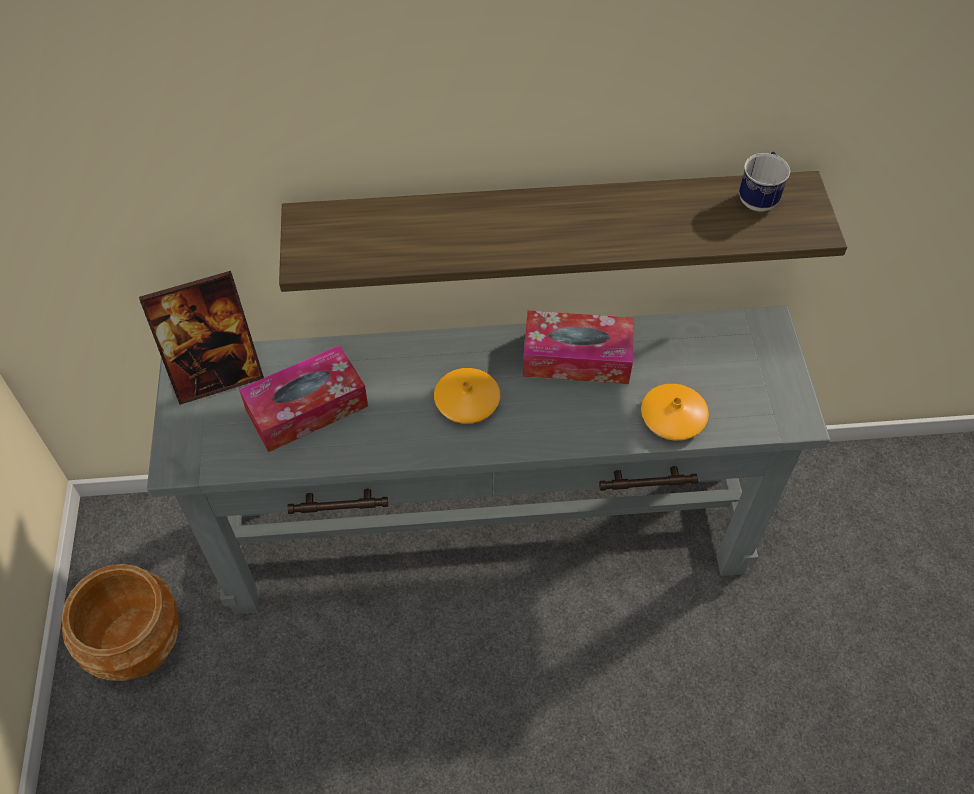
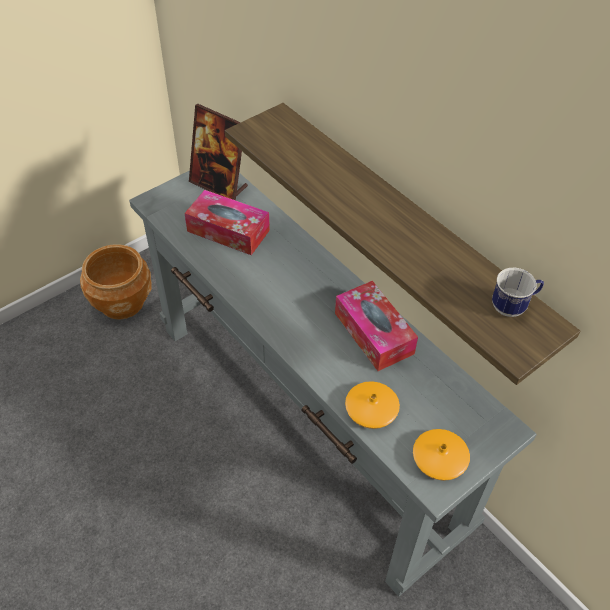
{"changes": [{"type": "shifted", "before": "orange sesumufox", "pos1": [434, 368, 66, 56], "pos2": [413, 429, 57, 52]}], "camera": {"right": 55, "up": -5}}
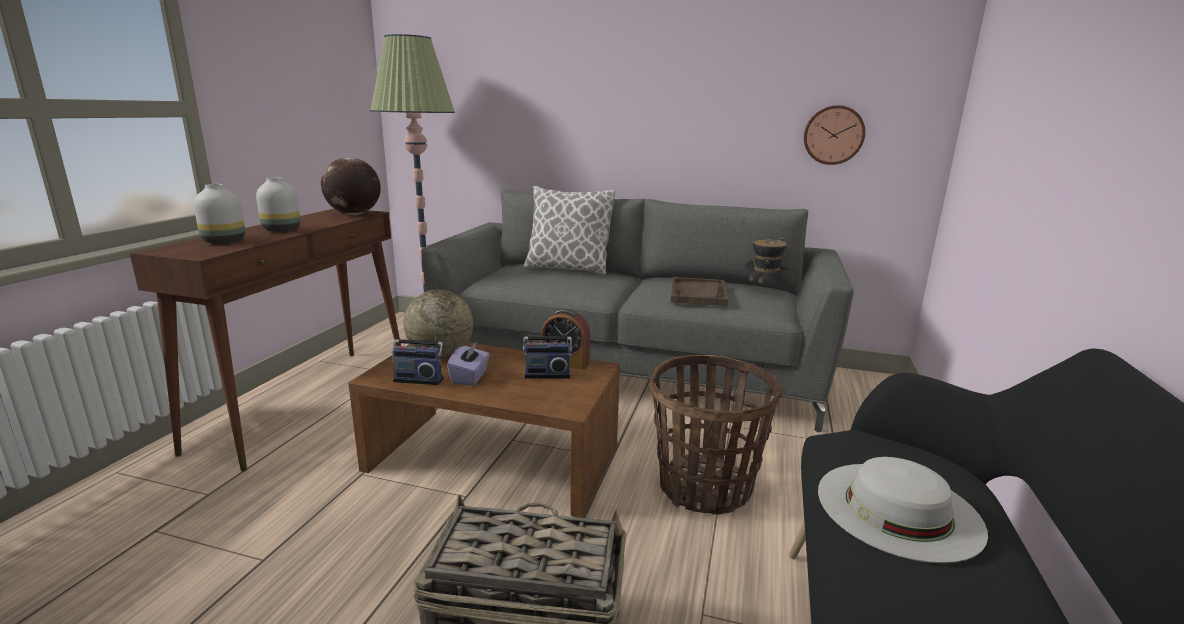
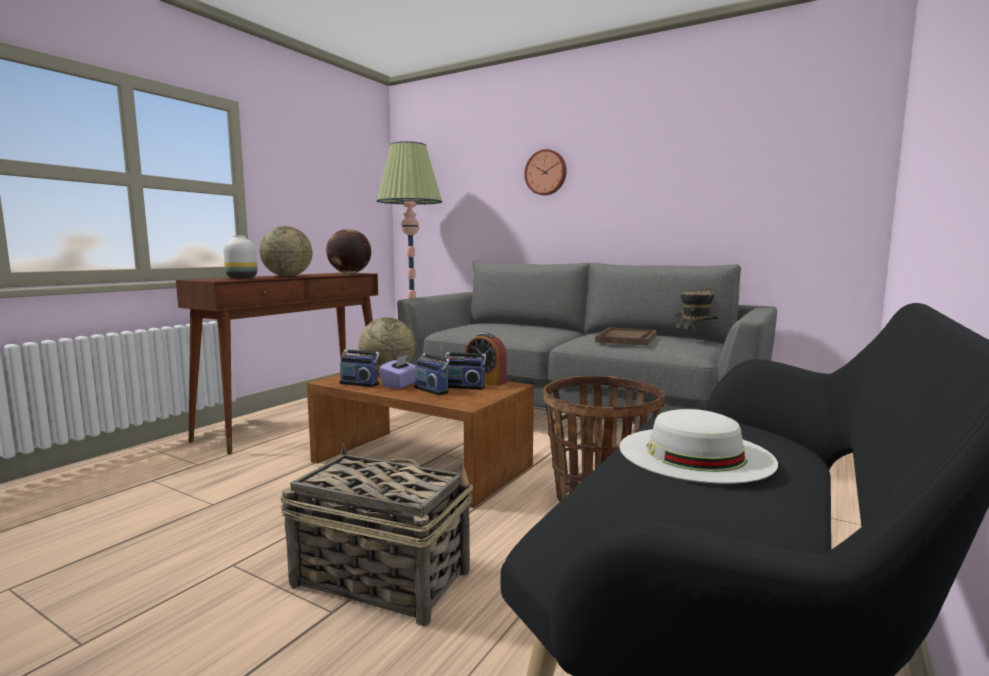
{"changes": [{"type": "swapped", "before": "white sesumufox", "after": "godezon", "pos1": [256, 177, 45, 55], "pos2": [259, 226, 53, 50]}, {"type": "new", "after": "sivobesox", "pos2": [414, 340, 36, 55]}, {"type": "shifted", "before": "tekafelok", "pos1": [804, 105, 61, 60], "pos2": [524, 149, 43, 46]}, {"type": "gone", "before": "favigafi", "pos1": [523, 186, 92, 89]}], "camera": {"right": 15, "up": -10}}
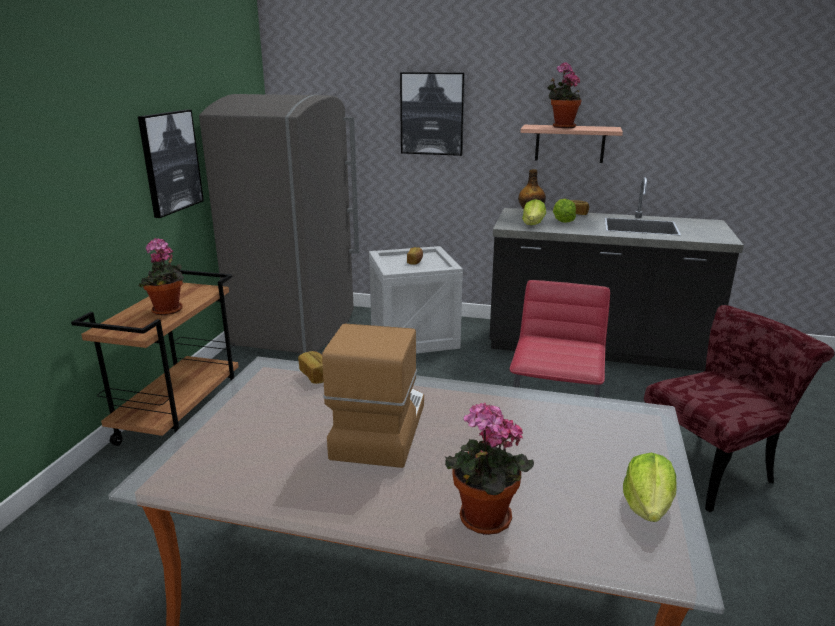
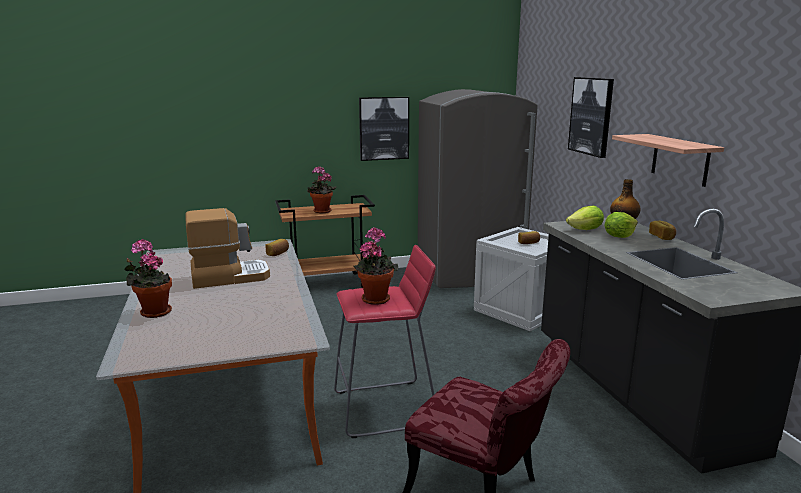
{"changes": [{"type": "shifted", "before": "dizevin", "pos1": [548, 62, 34, 66], "pos2": [354, 227, 44, 78]}, {"type": "gone", "before": "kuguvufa", "pos1": [623, 453, 53, 69]}], "camera": {"right": 60, "up": -5}}
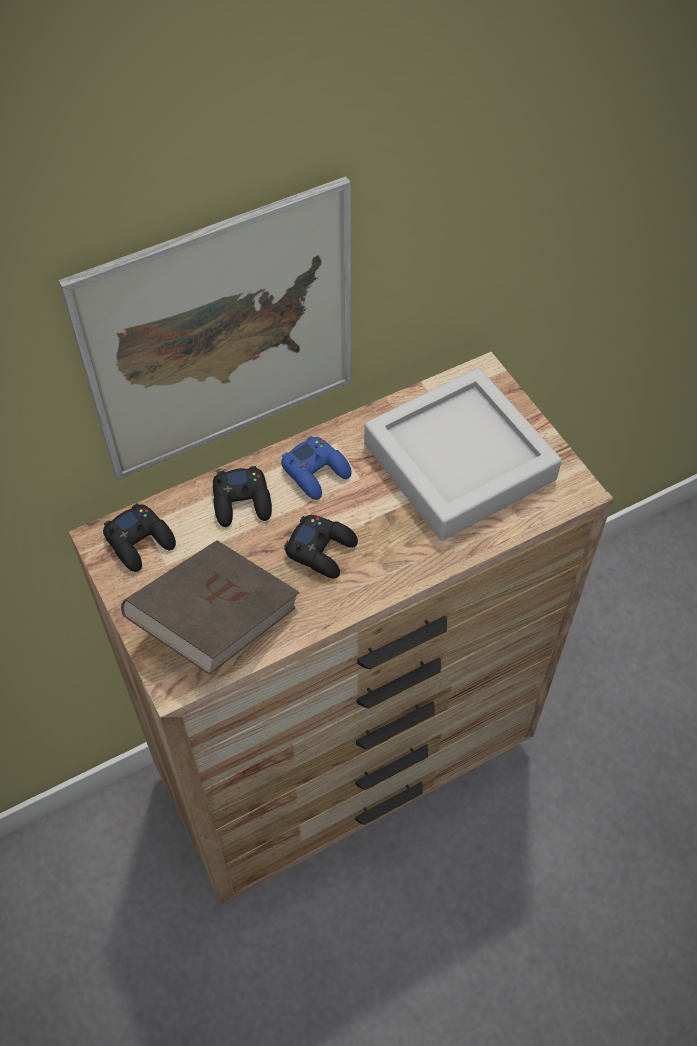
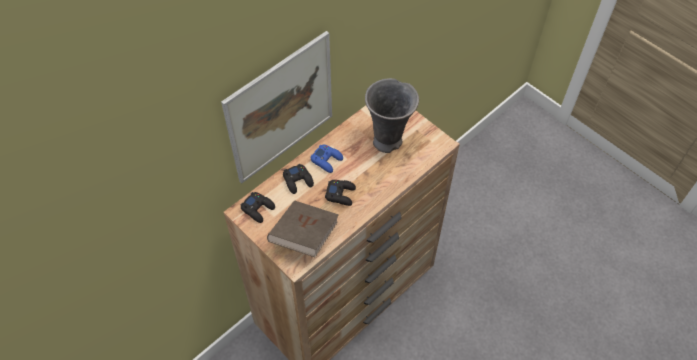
{"changes": [{"type": "swapped", "before": "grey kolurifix", "after": "grey sesumufox", "pos1": [364, 368, 198, 173], "pos2": [365, 78, 54, 75]}], "camera": {"right": -15, "up": 0}}
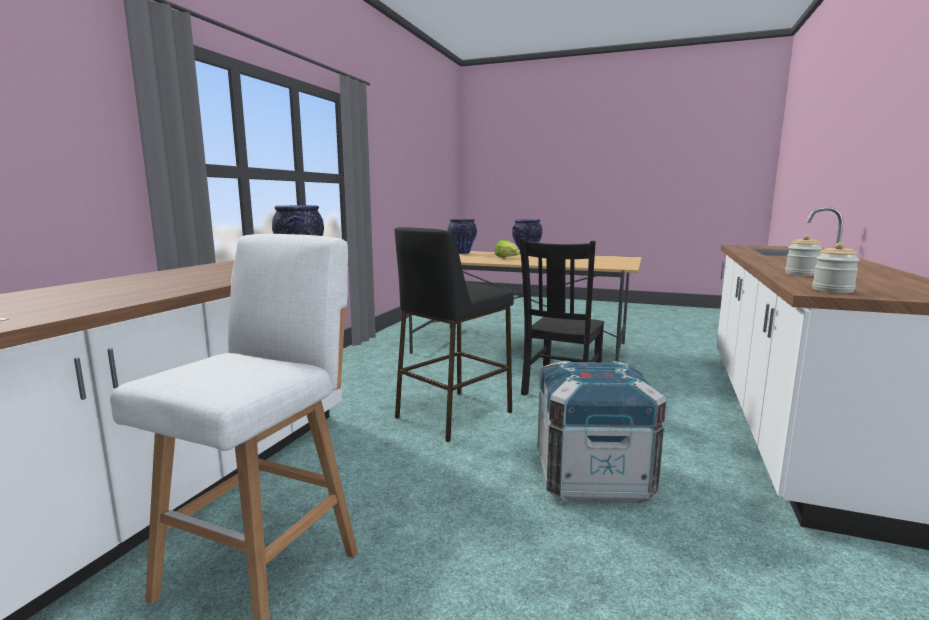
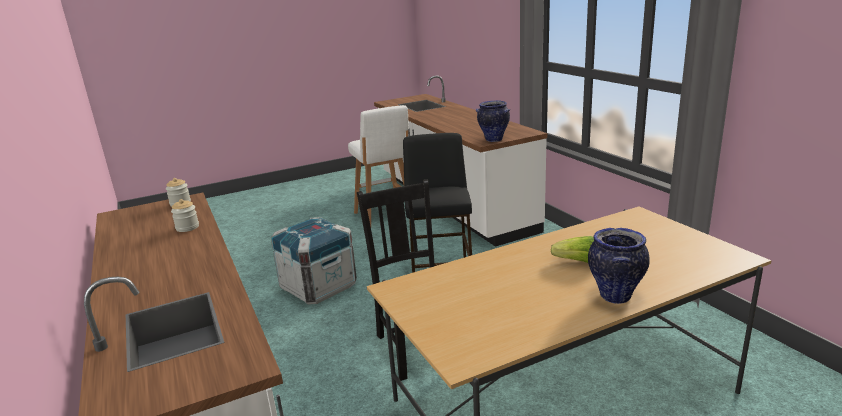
{"changes": [{"type": "gone", "before": "sesumufox", "pos1": [448, 219, 29, 35]}], "camera": {"right": 135, "up": 10}}
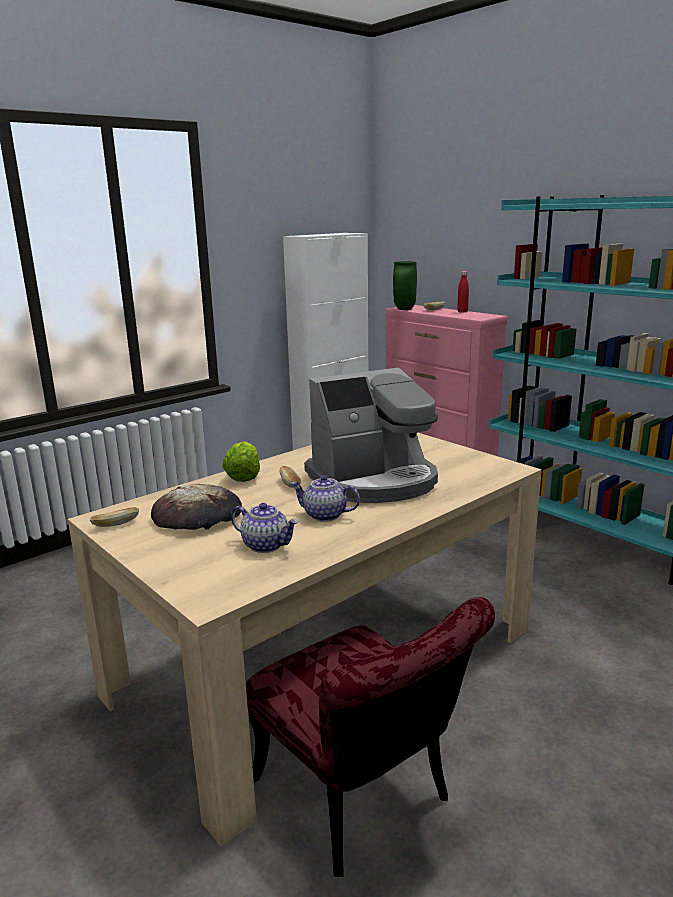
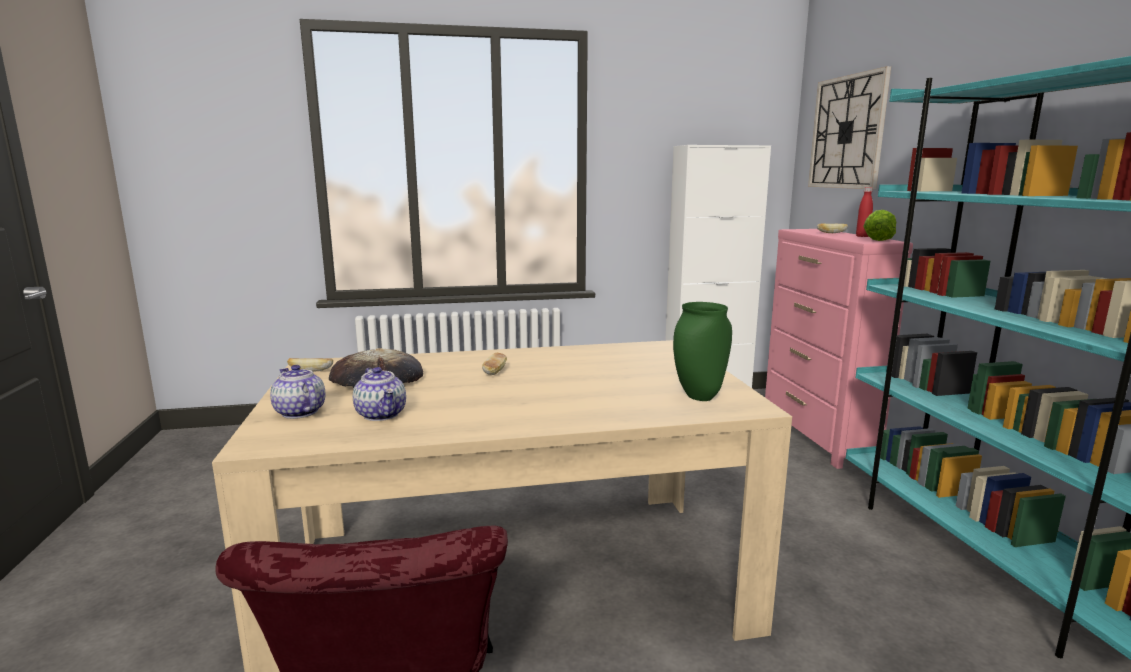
{"changes": [{"type": "shifted", "before": "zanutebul", "pos1": [290, 475, 70, 47], "pos2": [270, 365, 55, 54]}, {"type": "shifted", "before": "green sesumufox", "pos1": [393, 261, 24, 49], "pos2": [673, 302, 59, 99]}, {"type": "new", "after": "tekafelok", "pos2": [808, 66, 83, 123]}, {"type": "shifted", "before": "kuguvufa", "pos1": [222, 441, 38, 41], "pos2": [863, 210, 33, 31]}, {"type": "gone", "before": "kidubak", "pos1": [304, 368, 134, 135]}], "camera": {"right": 30, "up": -5}}
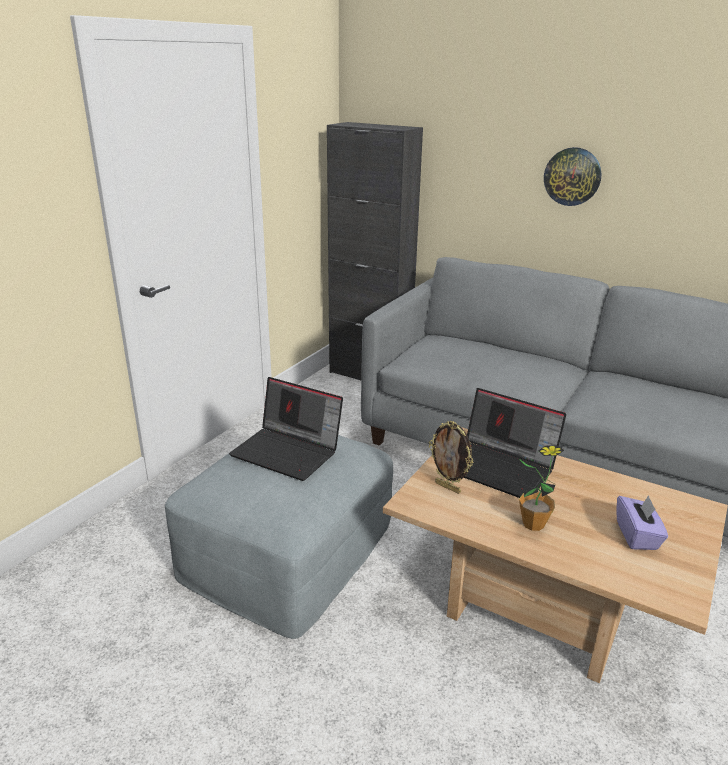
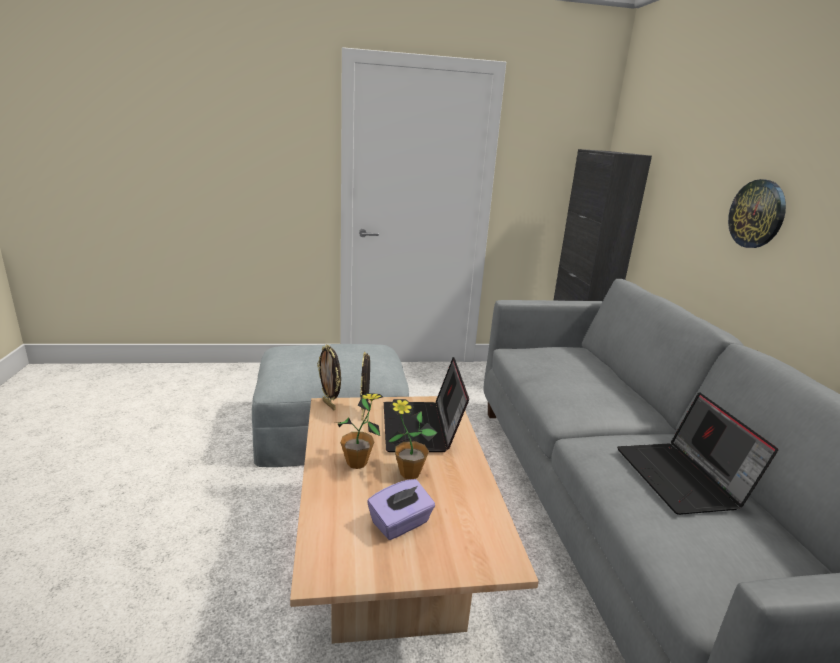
{"changes": [{"type": "new", "after": "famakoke", "pos2": [317, 344, 24, 66]}, {"type": "new", "after": "dizevin", "pos2": [388, 399, 49, 80]}, {"type": "shifted", "before": "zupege", "pos1": [229, 377, 114, 104], "pos2": [617, 392, 161, 123]}], "camera": {"right": 50, "up": -5}}
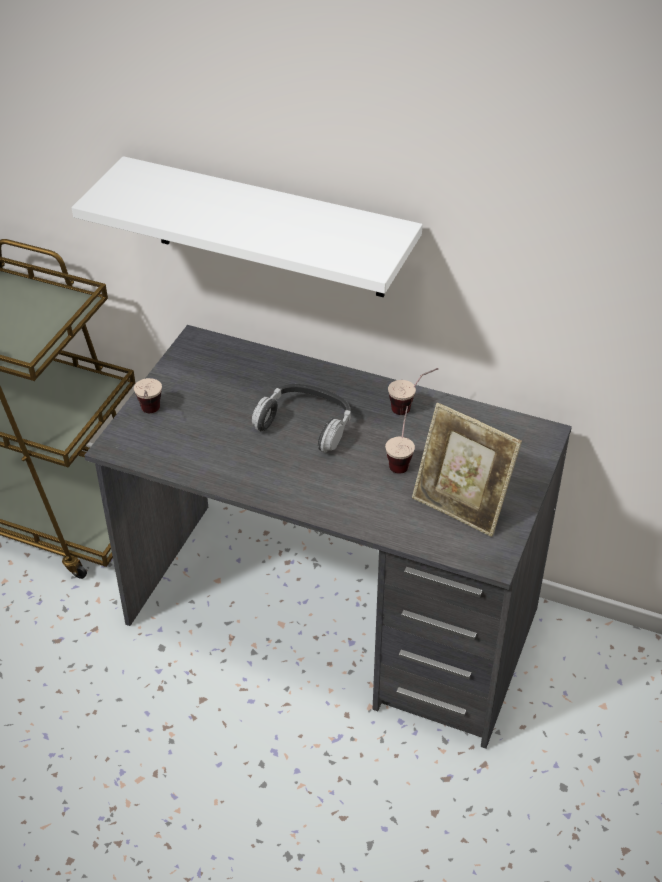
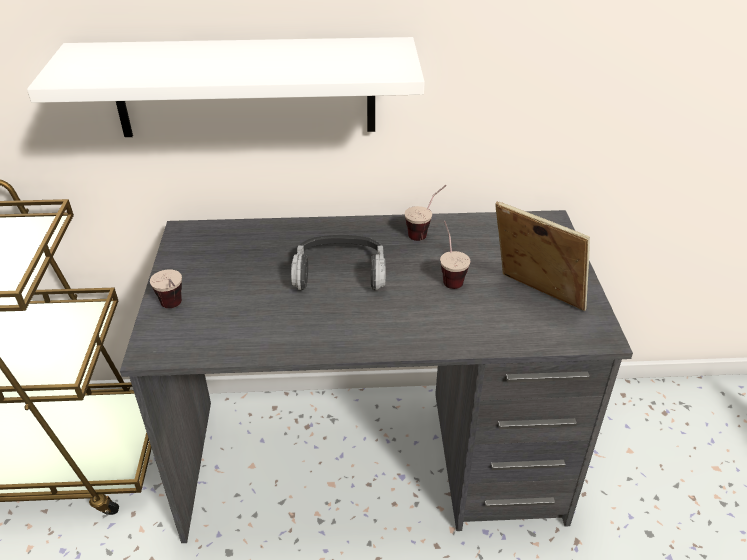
{"changes": [{"type": "rotated", "before": "famakoke", "pos1": [412, 403, 110, 134], "pos2": [495, 201, 95, 110], "turn": -150}], "camera": {"right": -25, "up": -5}}
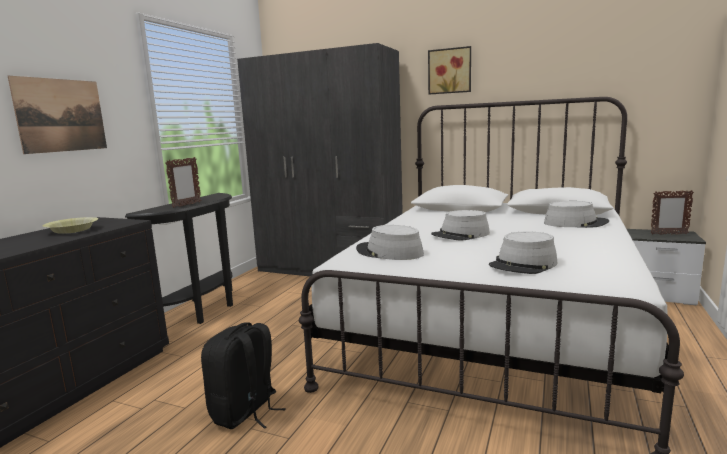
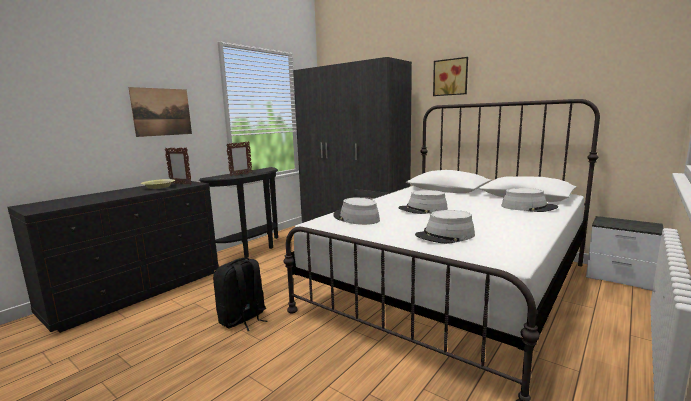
{"changes": [{"type": "shifted", "before": "famakoke", "pos1": [650, 190, 44, 45], "pos2": [165, 147, 26, 38]}], "camera": {"right": 15, "up": 0}}
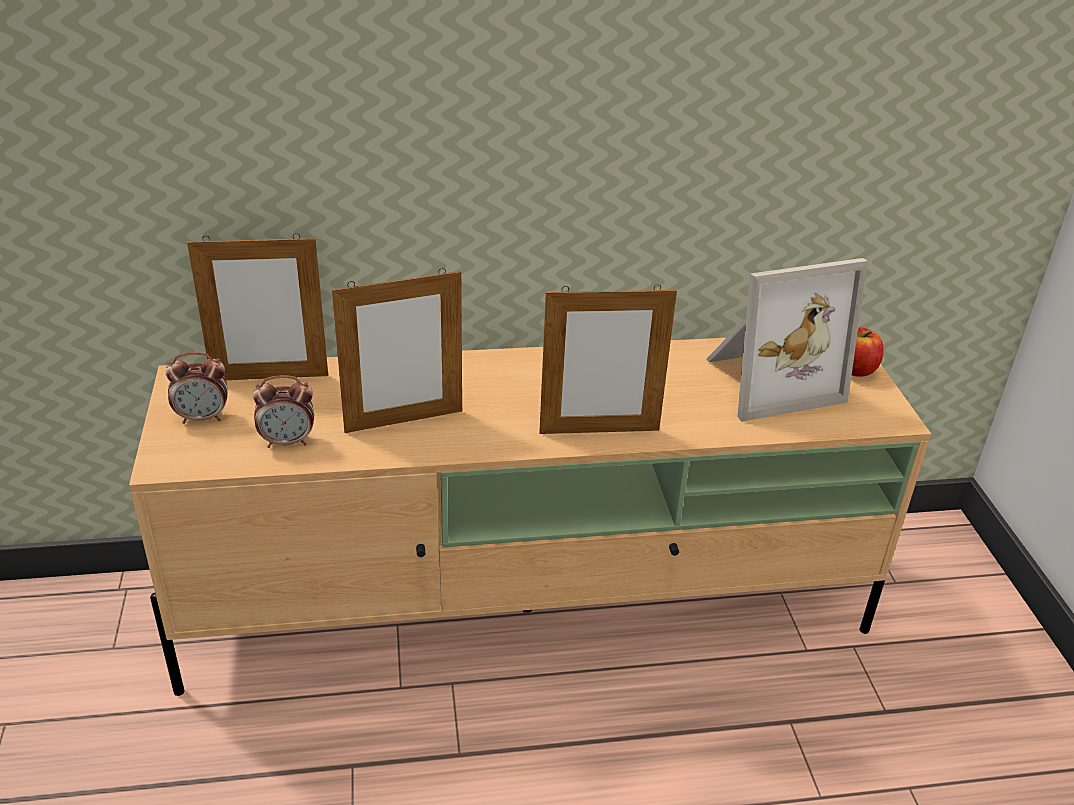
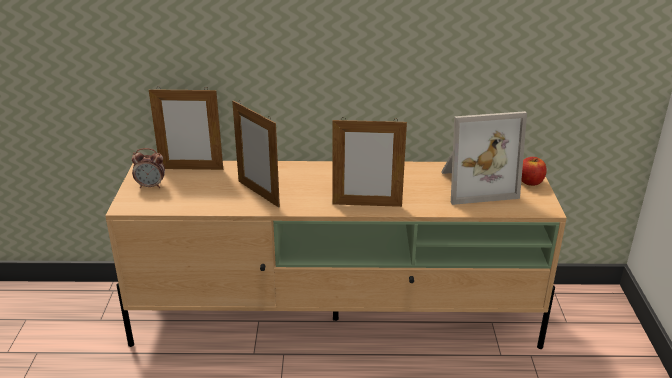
{"changes": [{"type": "rotated", "before": "famakoke", "pos1": [332, 268, 130, 165], "pos2": [232, 100, 48, 107], "turn": 60}, {"type": "gone", "before": "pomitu", "pos1": [253, 375, 61, 73]}], "camera": {"right": 10, "up": -5}}
